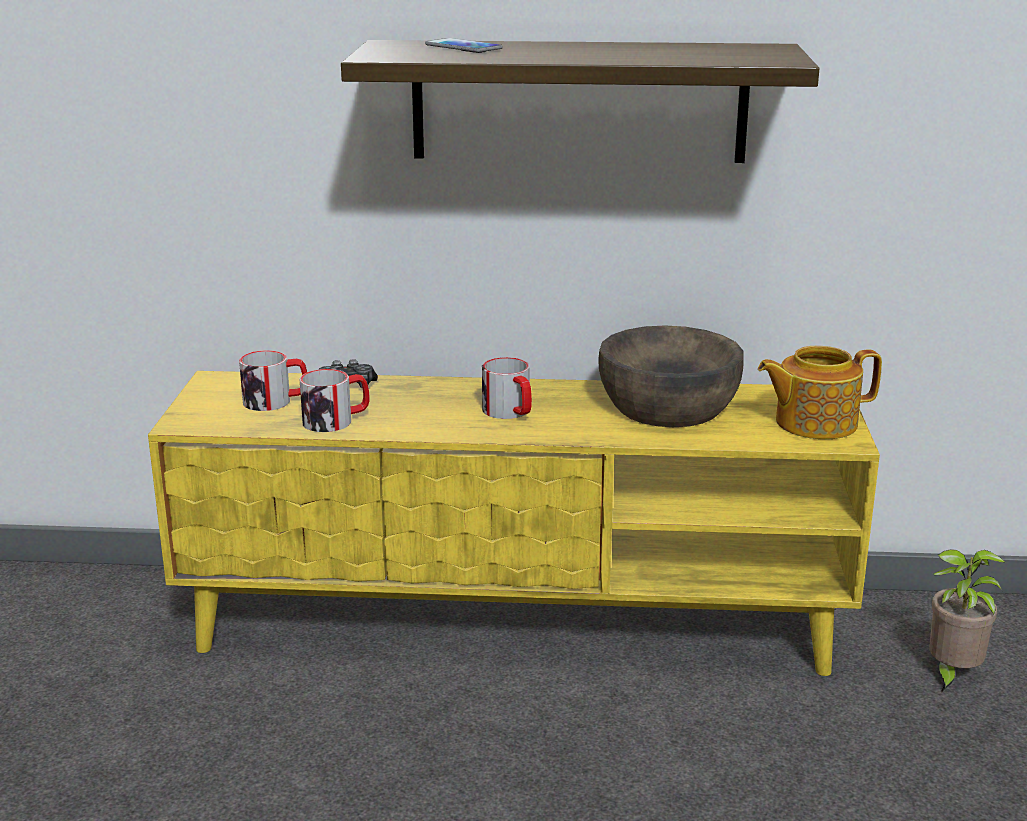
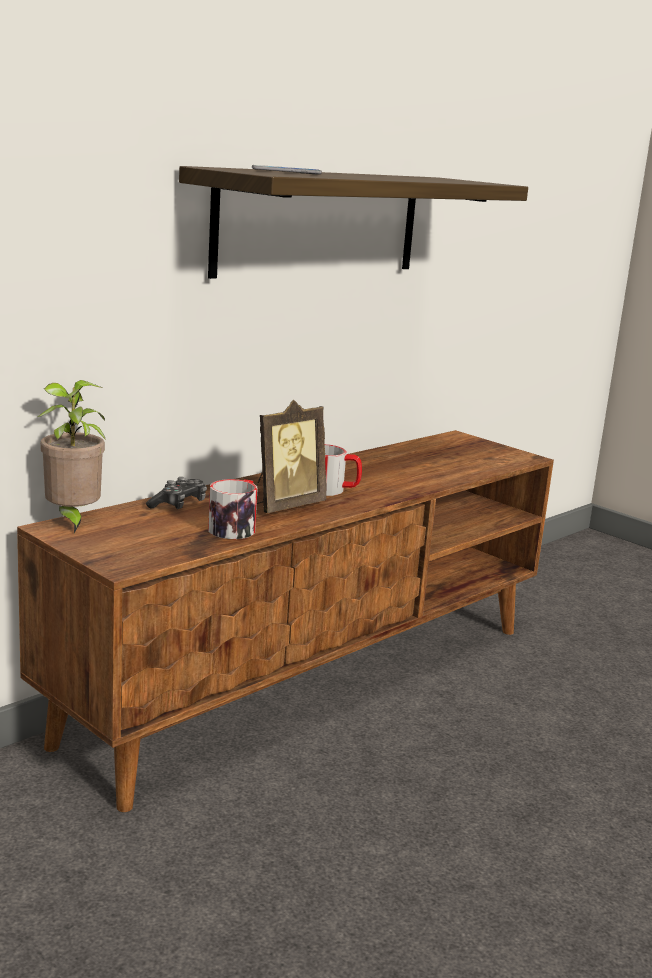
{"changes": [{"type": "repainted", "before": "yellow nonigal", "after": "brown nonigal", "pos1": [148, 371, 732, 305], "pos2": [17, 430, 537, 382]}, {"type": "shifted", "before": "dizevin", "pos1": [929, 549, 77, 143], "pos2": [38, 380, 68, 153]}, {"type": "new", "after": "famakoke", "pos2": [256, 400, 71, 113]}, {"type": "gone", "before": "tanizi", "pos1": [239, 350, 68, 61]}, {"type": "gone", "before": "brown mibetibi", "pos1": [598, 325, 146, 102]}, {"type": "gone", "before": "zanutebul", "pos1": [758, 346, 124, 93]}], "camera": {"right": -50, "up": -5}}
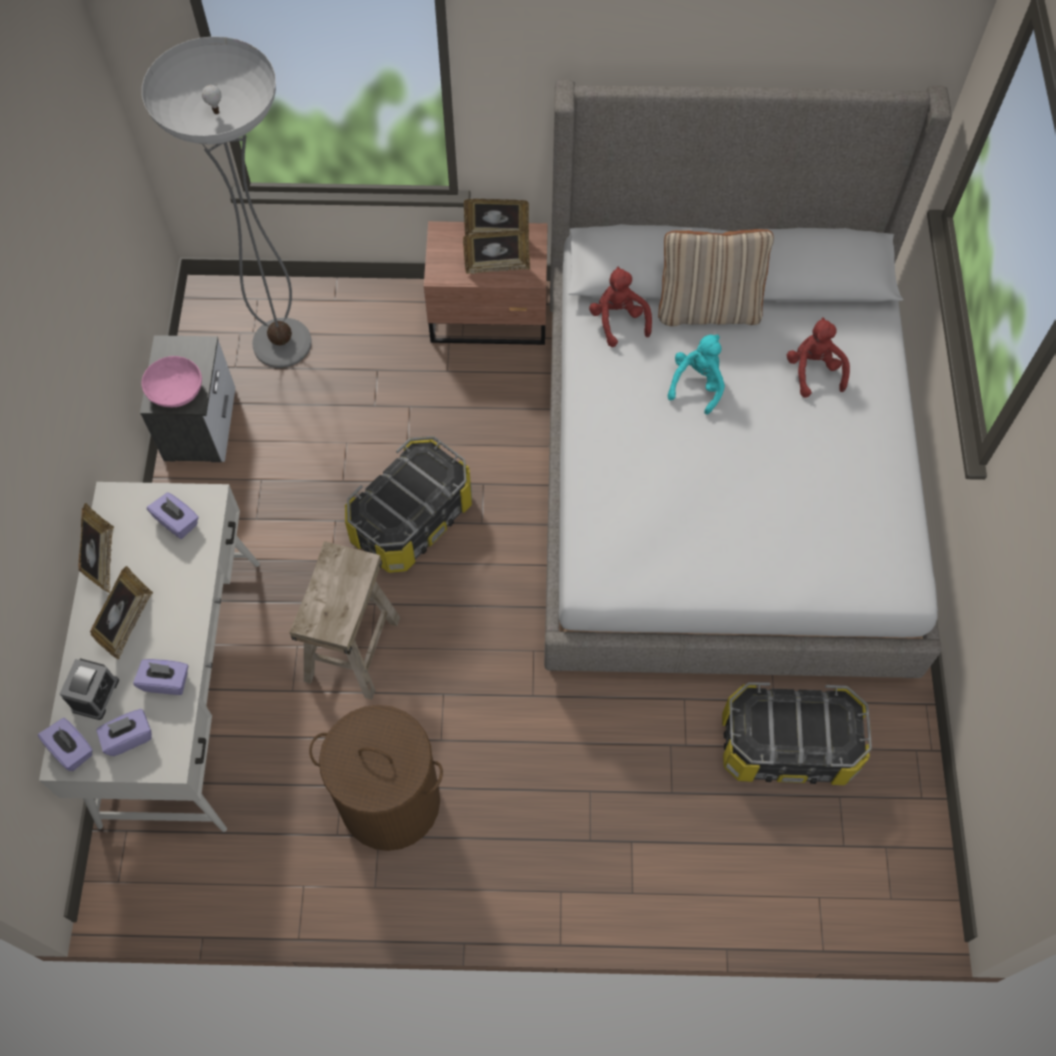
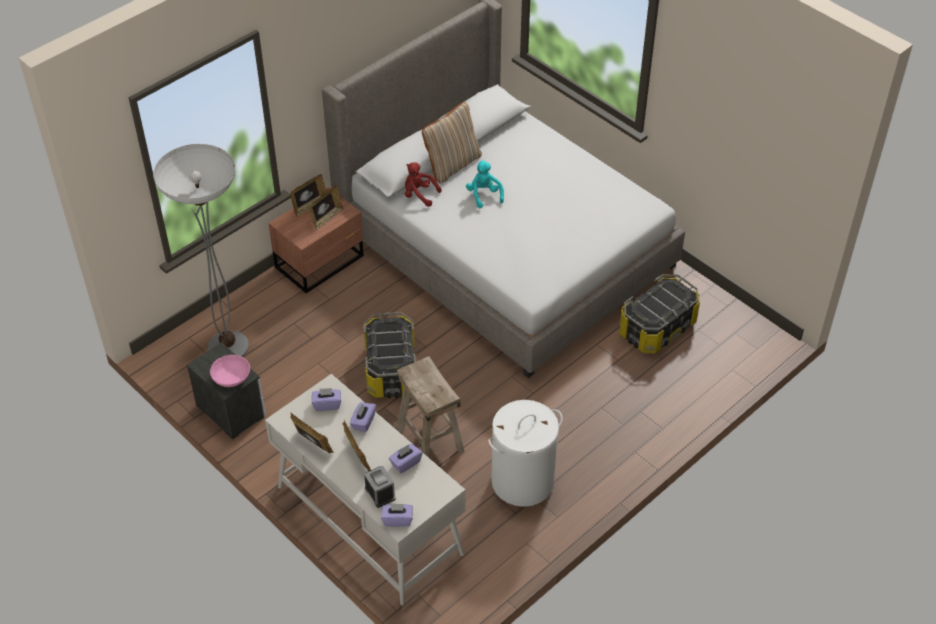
{"changes": [{"type": "shifted", "before": "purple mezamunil", "pos1": [96, 709, 56, 47], "pos2": [350, 402, 26, 30]}, {"type": "repainted", "before": "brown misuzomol", "after": "white misuzomol", "pos1": [309, 705, 134, 146], "pos2": [488, 400, 75, 107]}, {"type": "gone", "before": "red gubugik", "pos1": [787, 317, 63, 81]}], "camera": {"right": -45, "up": -15}}
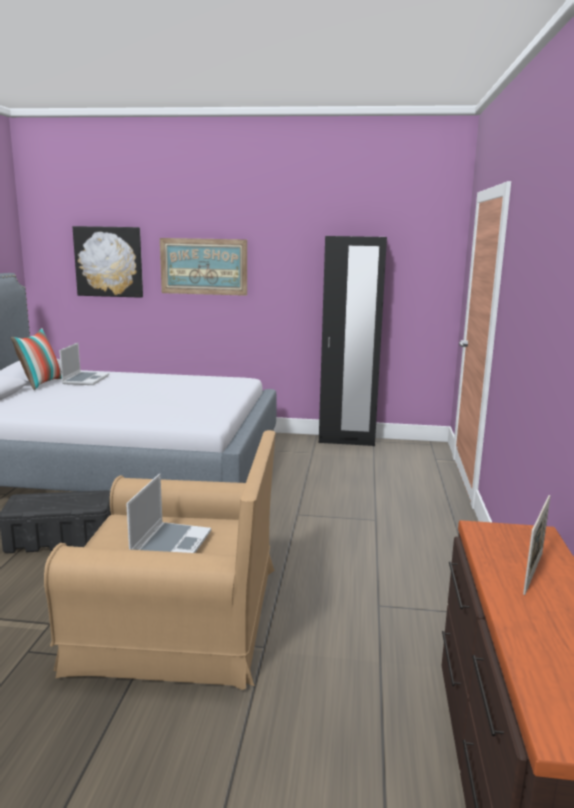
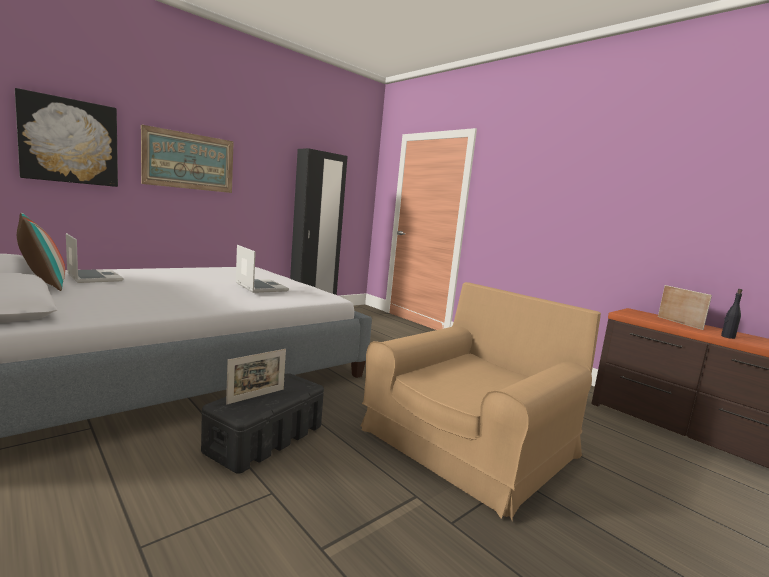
{"changes": [{"type": "new", "after": "famakoke", "pos2": [226, 349, 60, 55]}, {"type": "shifted", "before": "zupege", "pos1": [126, 474, 85, 79], "pos2": [235, 245, 54, 48]}, {"type": "new", "after": "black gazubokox", "pos2": [721, 289, 21, 50]}], "camera": {"right": -50, "up": -5}}
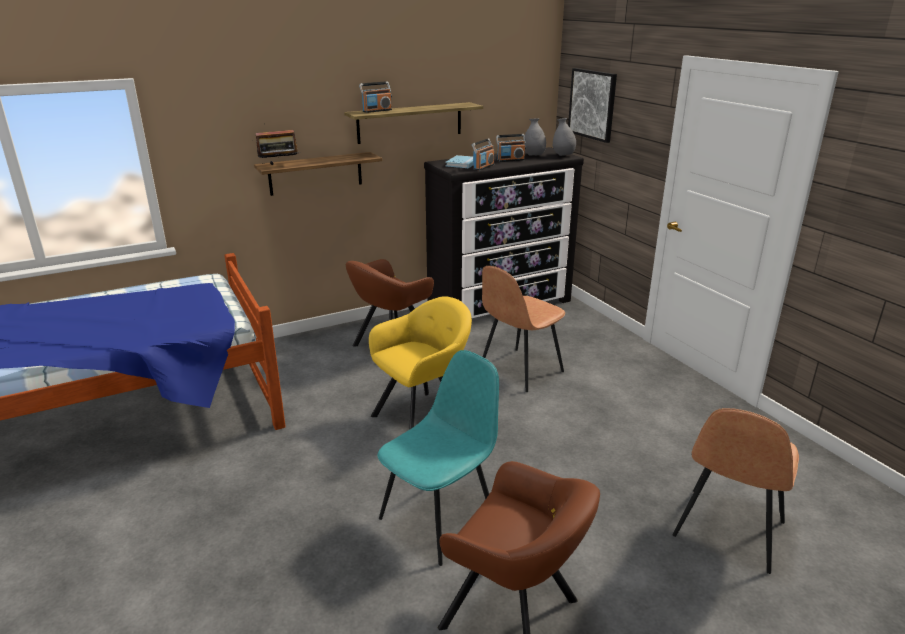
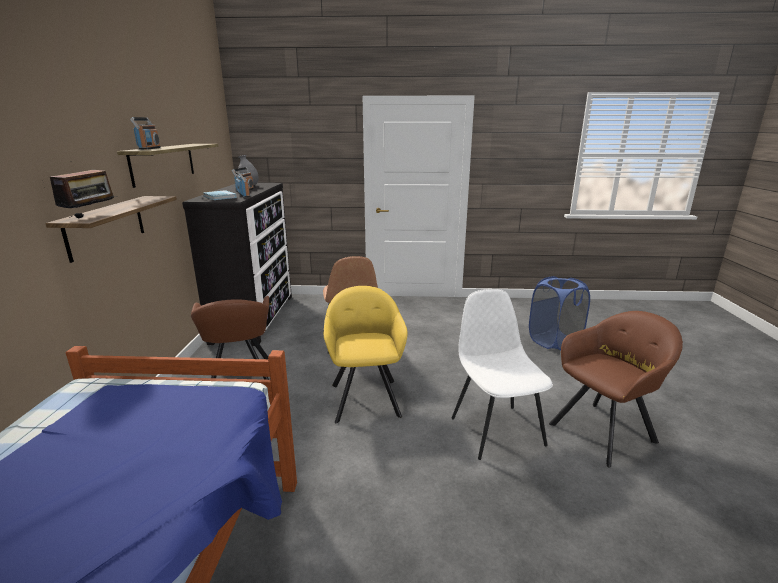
{"changes": [{"type": "repainted", "before": "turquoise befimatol", "after": "white befimatol", "pos1": [377, 350, 122, 216], "pos2": [452, 289, 101, 171]}, {"type": "swapped", "before": "brown befimatol", "after": "blue misuzomol", "pos1": [672, 408, 127, 166], "pos2": [529, 276, 61, 75]}, {"type": "gone", "before": "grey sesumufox", "pos1": [553, 118, 23, 38]}, {"type": "gone", "before": "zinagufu", "pos1": [568, 68, 49, 75]}], "camera": {"right": -60, "up": -5}}
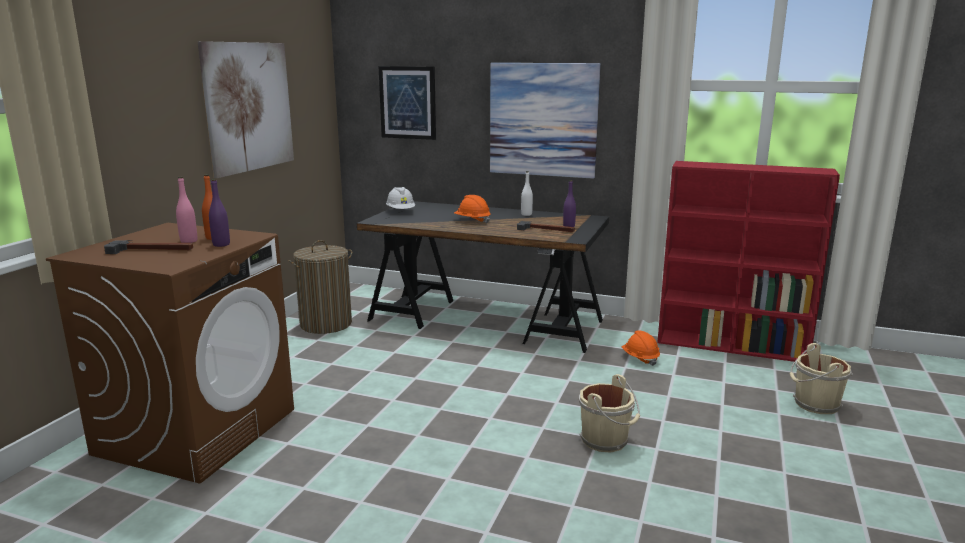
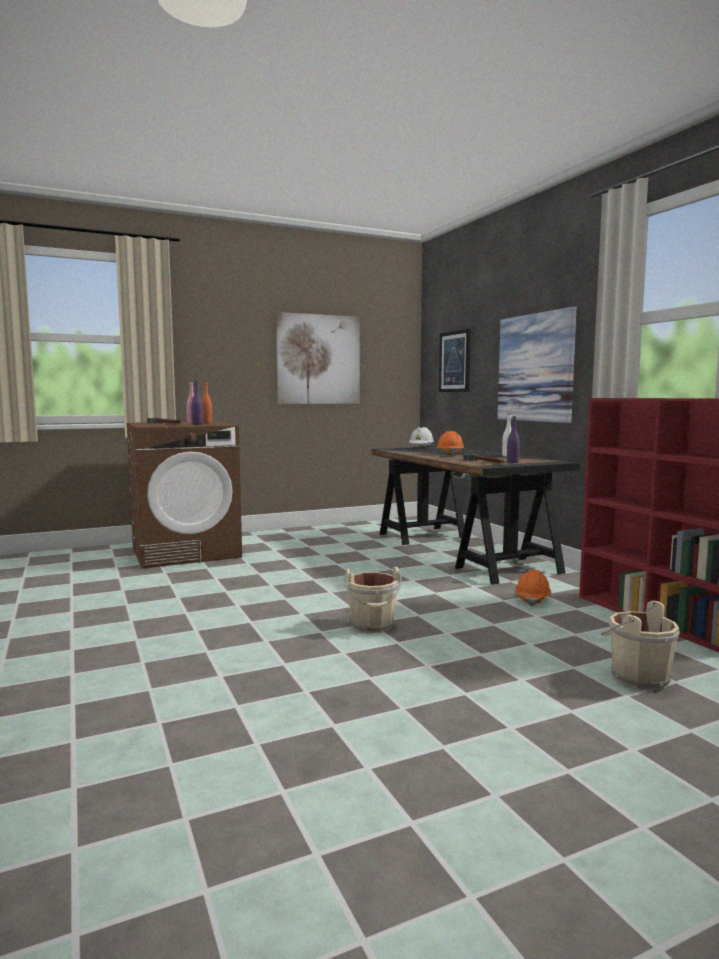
{"changes": [{"type": "gone", "before": "misuzomol", "pos1": [288, 240, 64, 94]}], "camera": {"right": 45, "up": -10}}
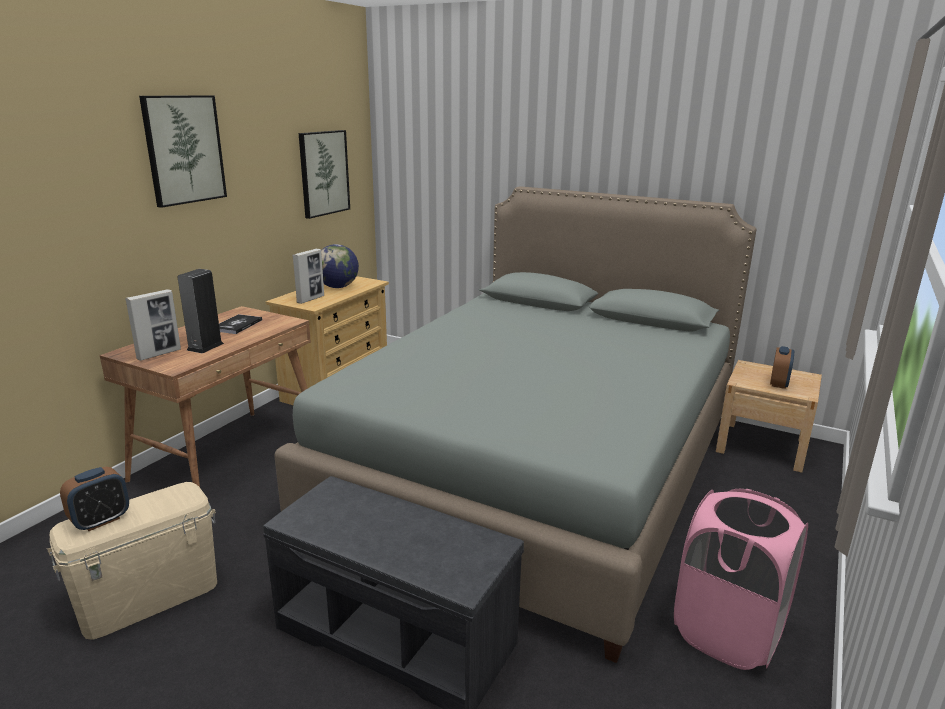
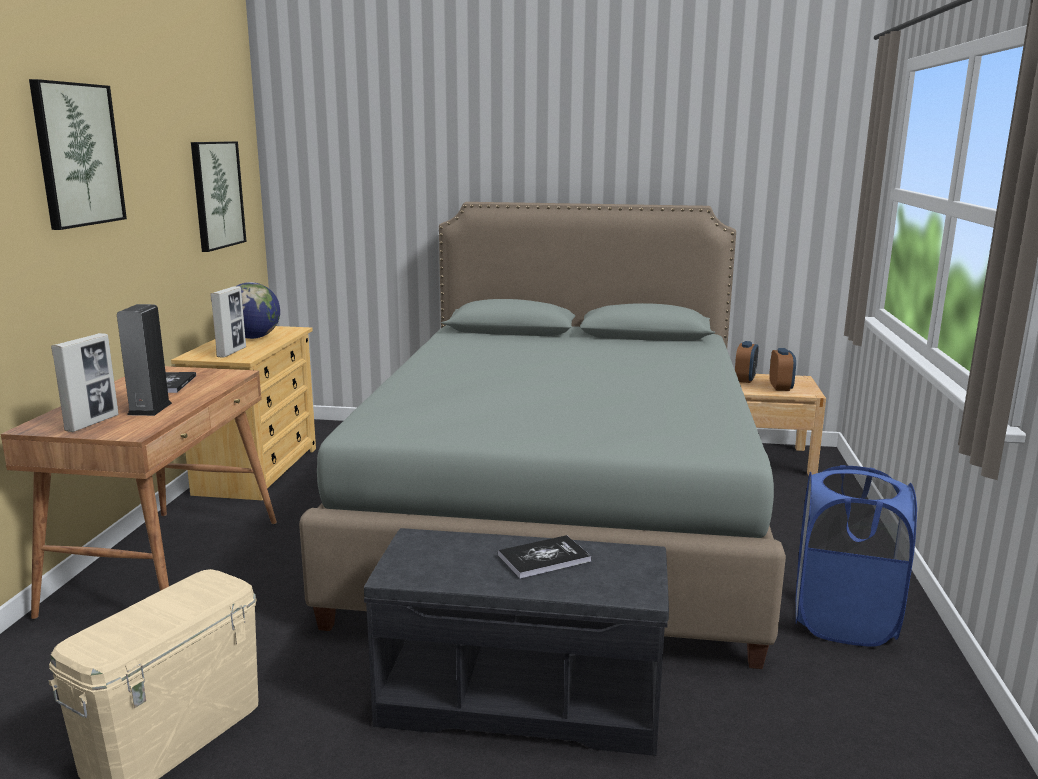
{"changes": [{"type": "new", "after": "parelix", "pos2": [498, 535, 93, 44]}, {"type": "shifted", "before": "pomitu", "pos1": [60, 467, 69, 64], "pos2": [735, 341, 24, 42]}, {"type": "repainted", "before": "pink misuzomol", "after": "blue misuzomol", "pos1": [674, 489, 134, 181], "pos2": [796, 465, 121, 182]}], "camera": {"right": -20, "up": -5}}
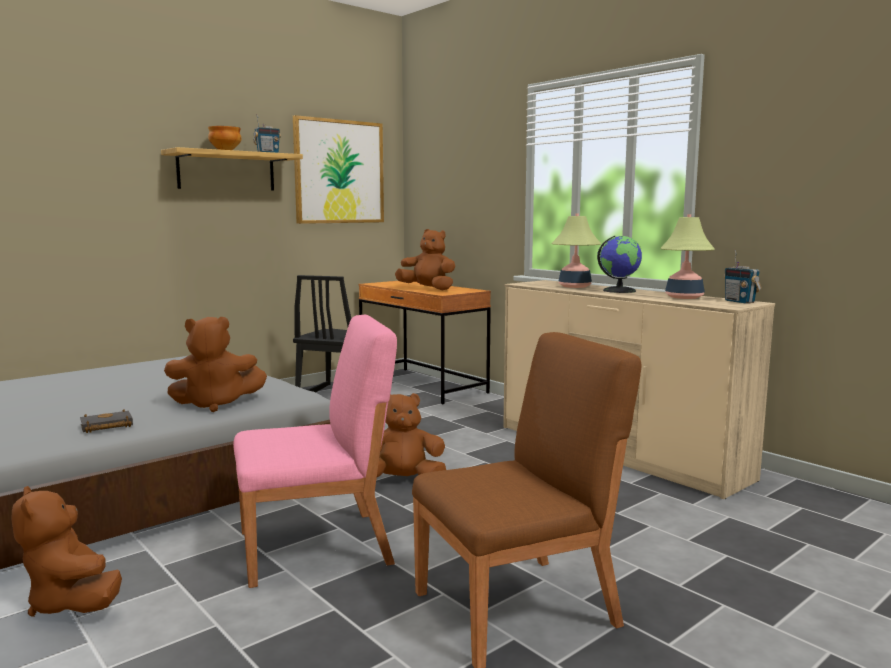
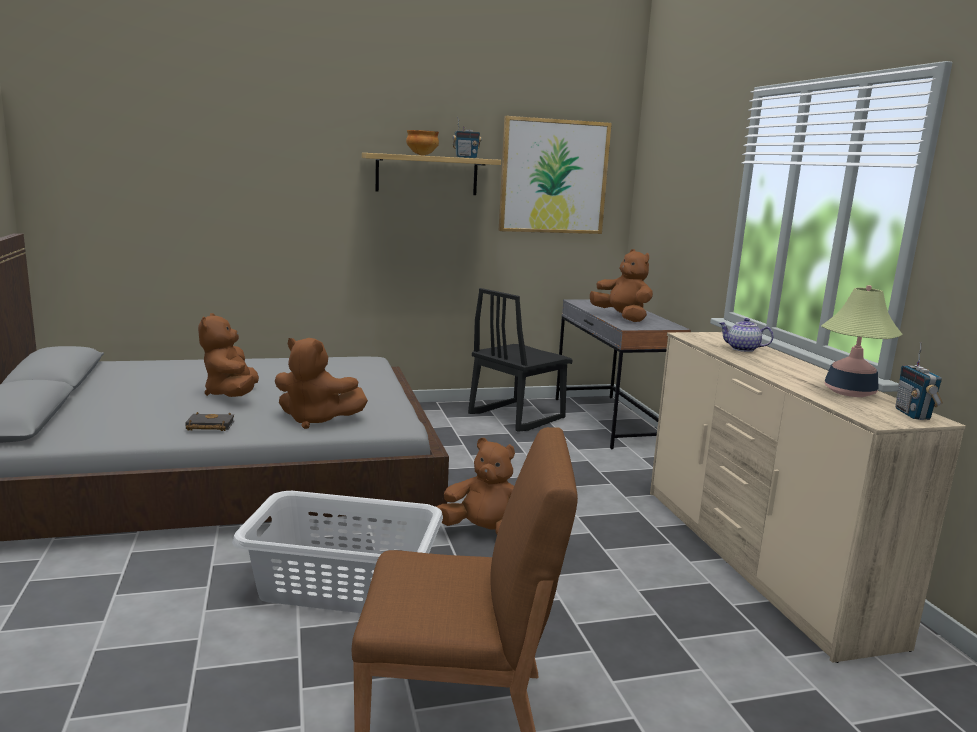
{"changes": [{"type": "shifted", "before": "brown gubugik", "pos1": [12, 486, 110, 131], "pos2": [198, 313, 61, 84]}, {"type": "swapped", "before": "pink befimatol", "after": "grey misuzomol", "pos1": [233, 315, 164, 273], "pos2": [232, 491, 211, 122]}, {"type": "repainted", "before": "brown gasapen", "after": "grey gasapen", "pos1": [359, 281, 132, 123], "pos2": [556, 300, 135, 149]}, {"type": "swapped", "before": "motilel", "after": "zanutebul", "pos1": [551, 214, 50, 74], "pos2": [719, 318, 55, 34]}, {"type": "gone", "before": "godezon", "pos1": [597, 236, 45, 57]}], "camera": {"right": 25, "up": 5}}
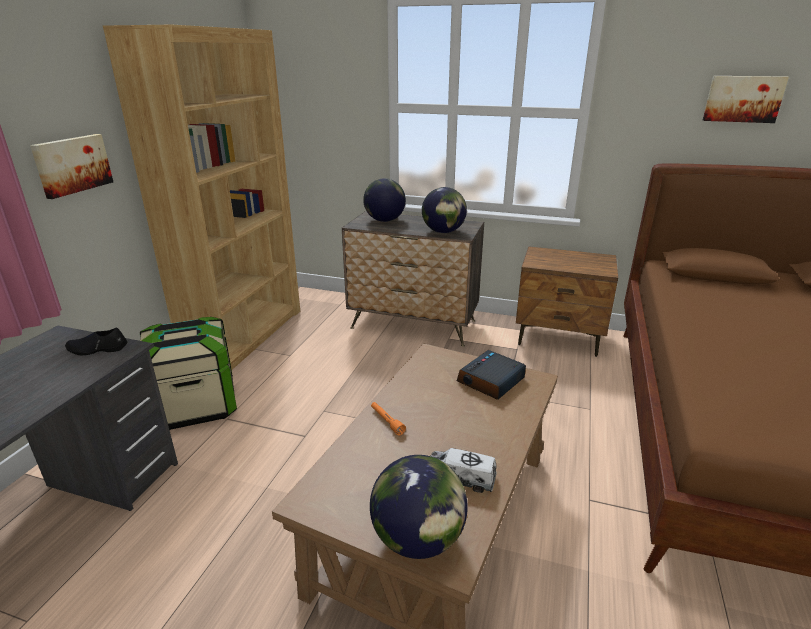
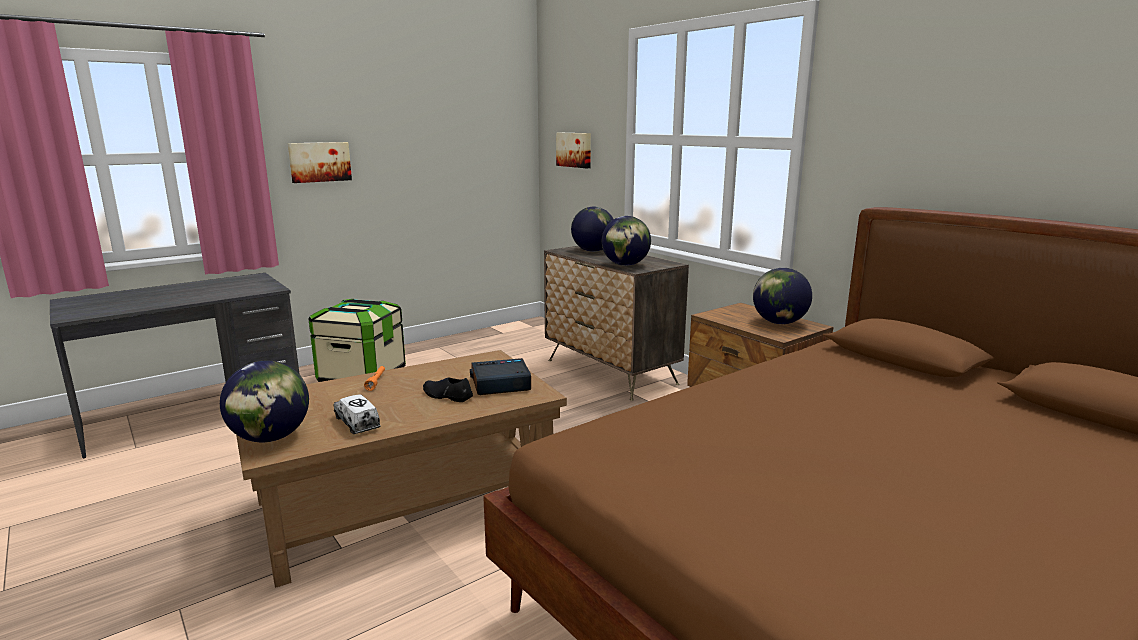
{"changes": [{"type": "shifted", "before": "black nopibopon", "pos1": [65, 327, 62, 28], "pos2": [423, 377, 50, 25]}, {"type": "shifted", "before": "zinagufu", "pos1": [703, 76, 86, 47], "pos2": [556, 133, 35, 35]}, {"type": "new", "after": "godezon", "pos2": [753, 268, 59, 56]}, {"type": "gone", "before": "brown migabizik", "pos1": [103, 24, 197, 346]}], "camera": {"right": 35, "up": -10}}
